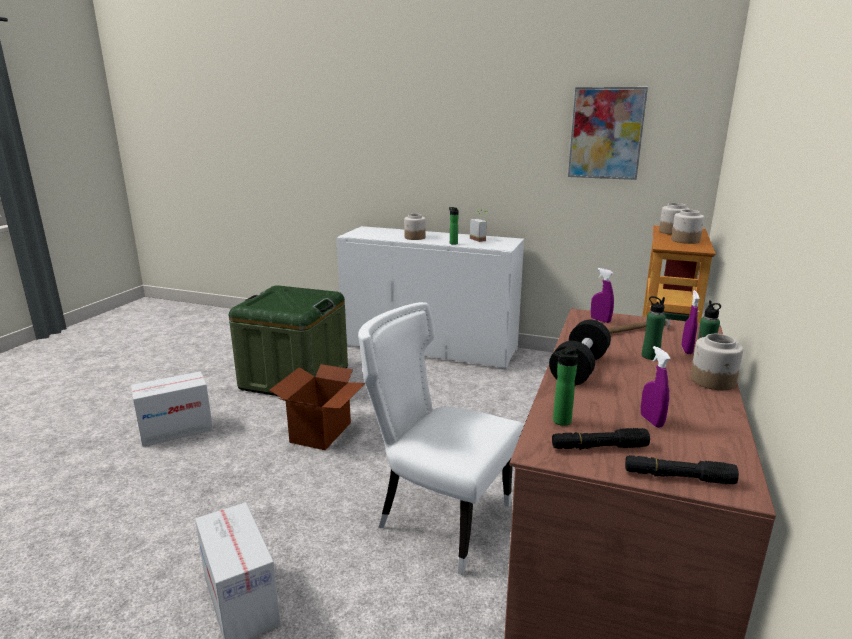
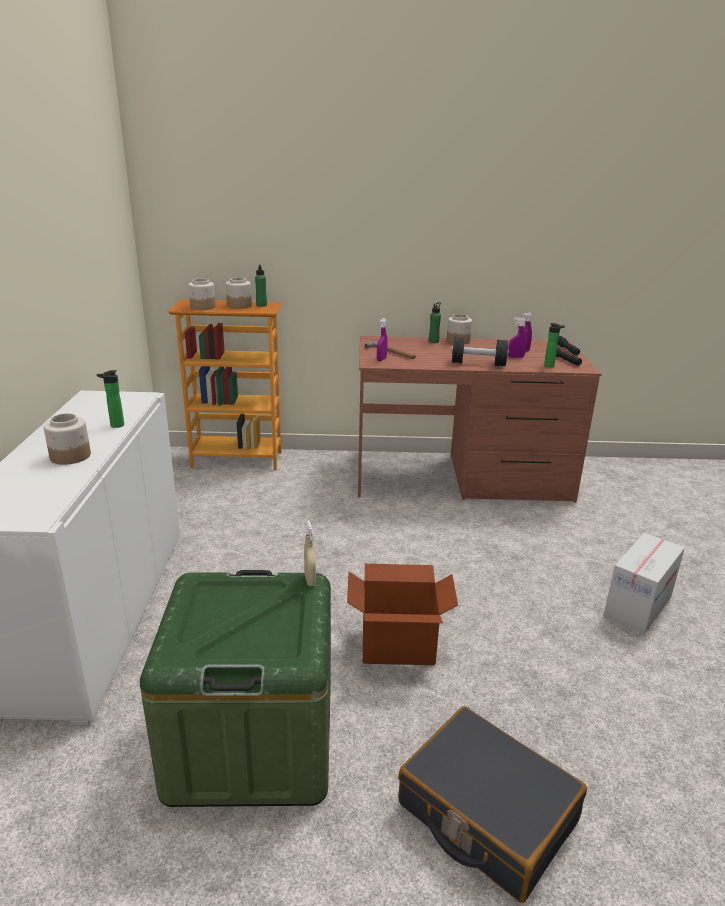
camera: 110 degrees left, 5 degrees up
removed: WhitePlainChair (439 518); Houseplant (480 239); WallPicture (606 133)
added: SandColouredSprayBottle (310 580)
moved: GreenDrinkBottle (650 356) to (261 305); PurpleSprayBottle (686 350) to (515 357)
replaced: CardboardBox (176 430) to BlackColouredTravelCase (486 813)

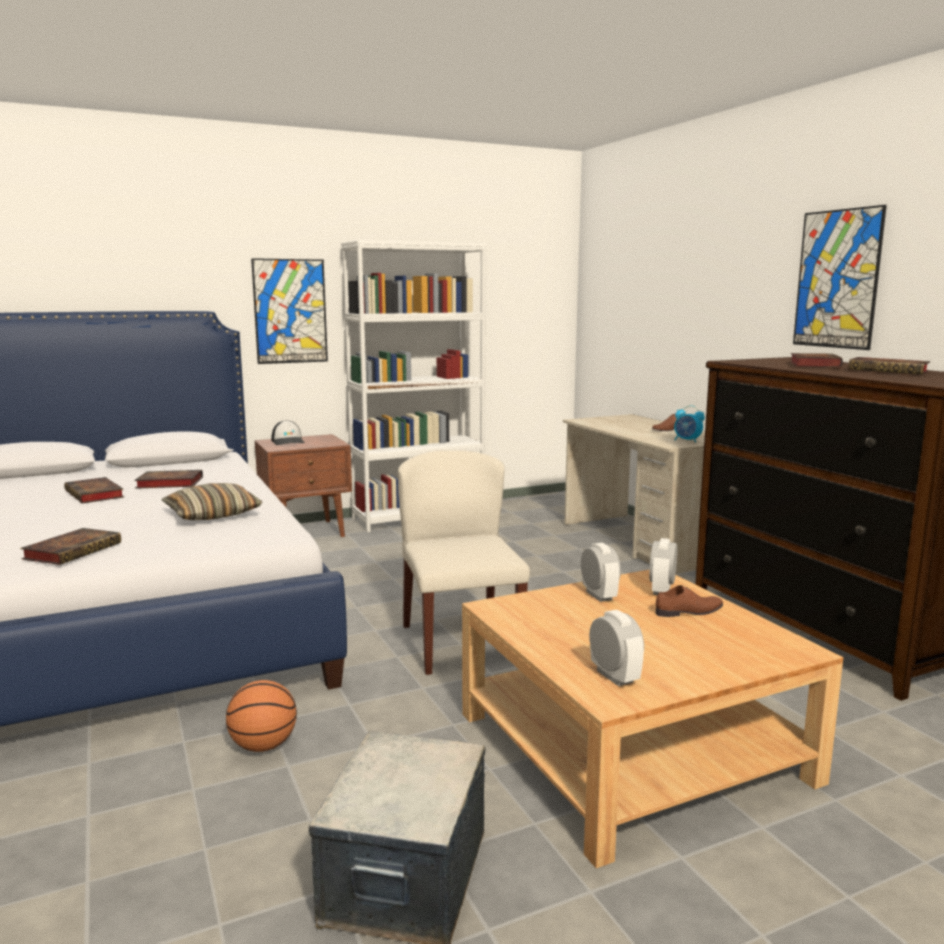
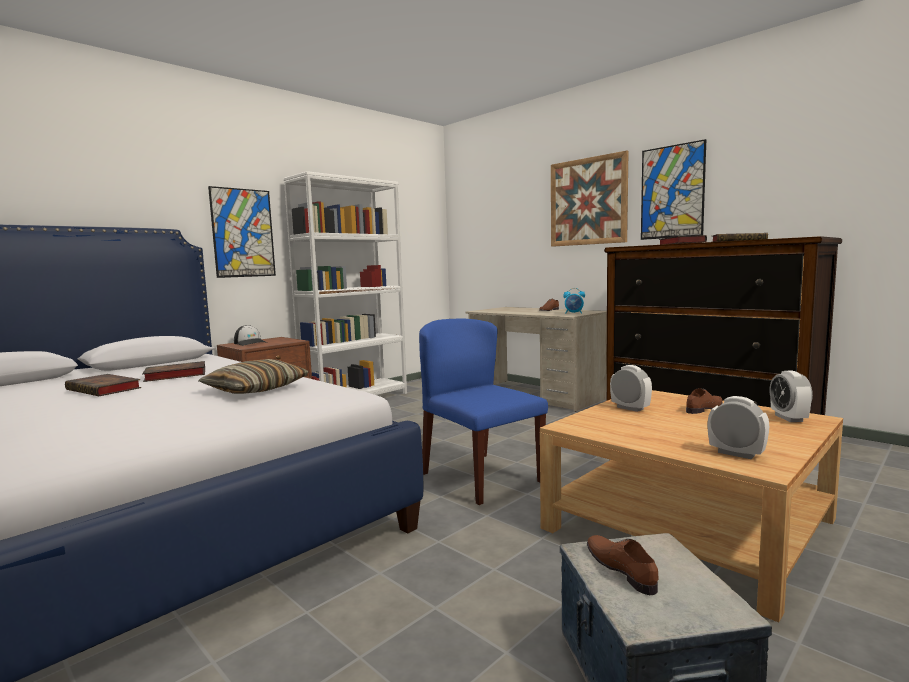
camera: 20 degrees left, 5 degrees down
removed: Volume (74 551); BallForBasketball (263 746)
added: WallPicture (588 201); BrownColouredItemOfFootwear (621 567)
moved: TableClock (662 590) to (788 418)
recoloured: SandColouredPlainChair (460 642) to BluePlainChair (480 477)

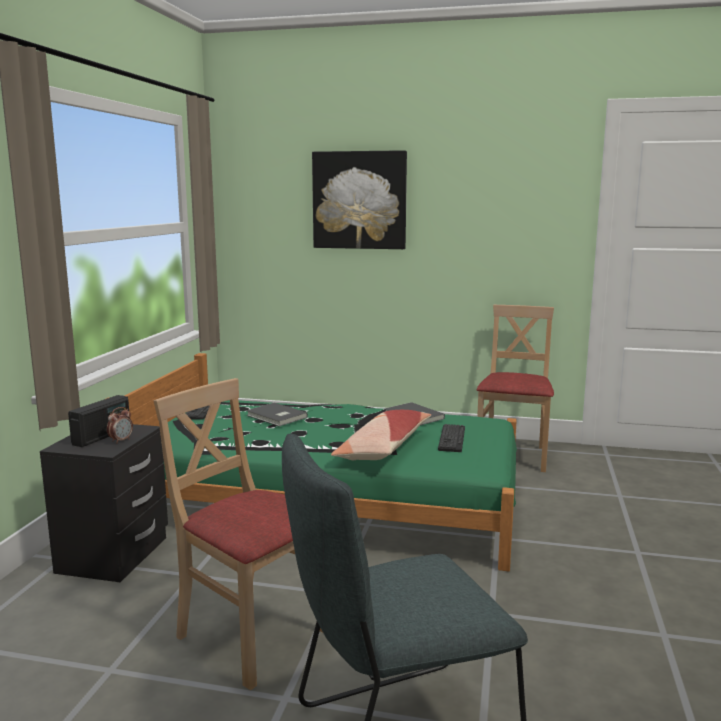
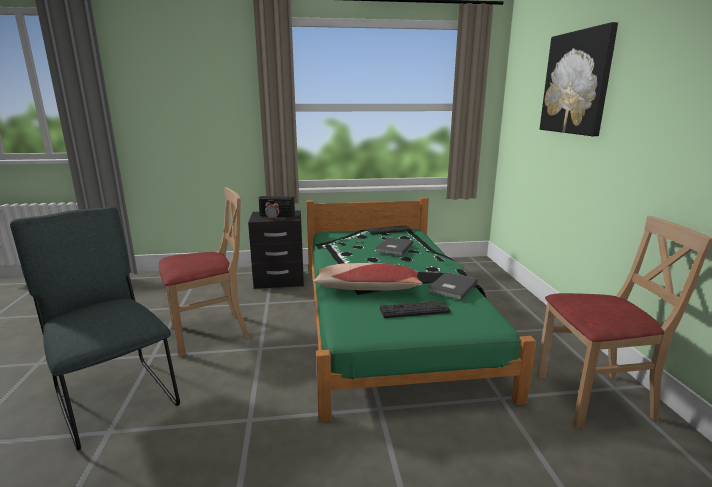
camera: 70 degrees right, 5 degrees up
turned: SandColouredPlainChair (252 635) = (209 333) 45 degrees clockwise

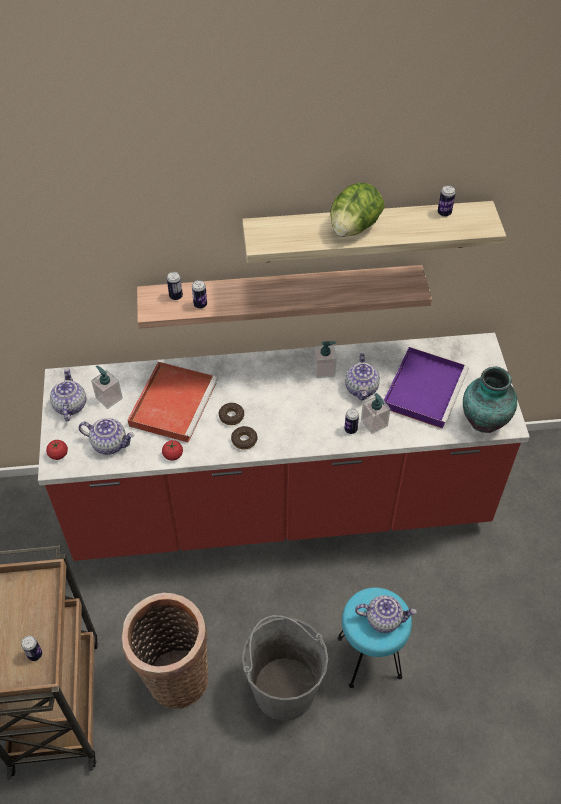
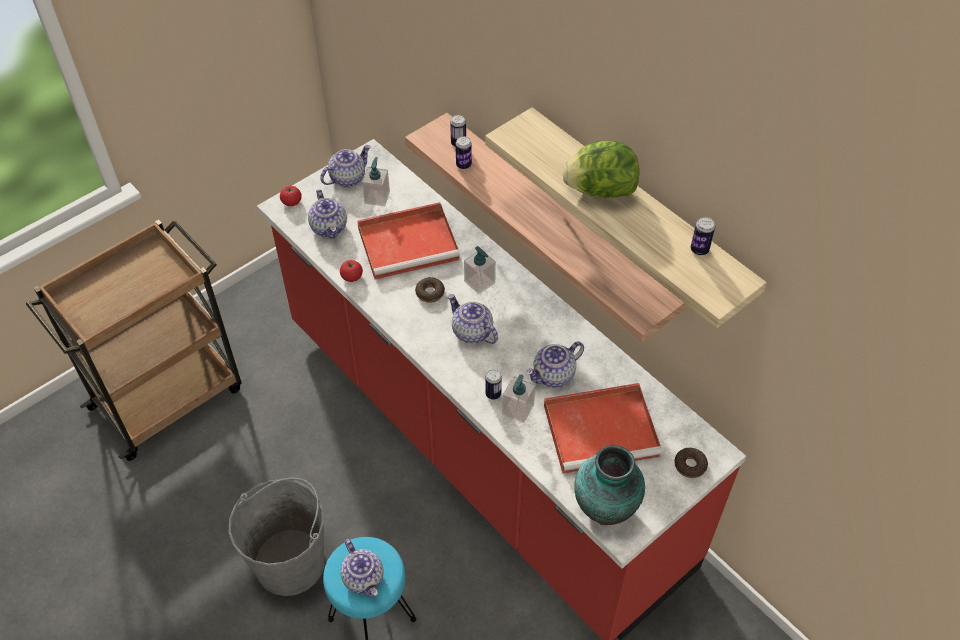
camera: 55 degrees right, 0 degrees up
removed: SealedCan (35 654); HouseholdBasket (174 676)
added: TeaPot (471 332)
moved: SoapBottle (324 370) to (479 282); Doughnut (244 440) to (690 465)
recoloured: PurpleCarryingTray (424 388) to RedColouredCarryingTray (603 429)

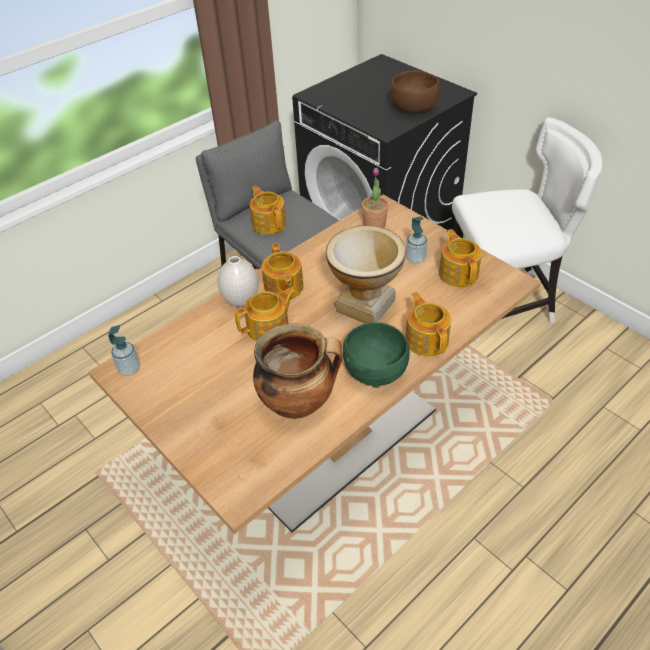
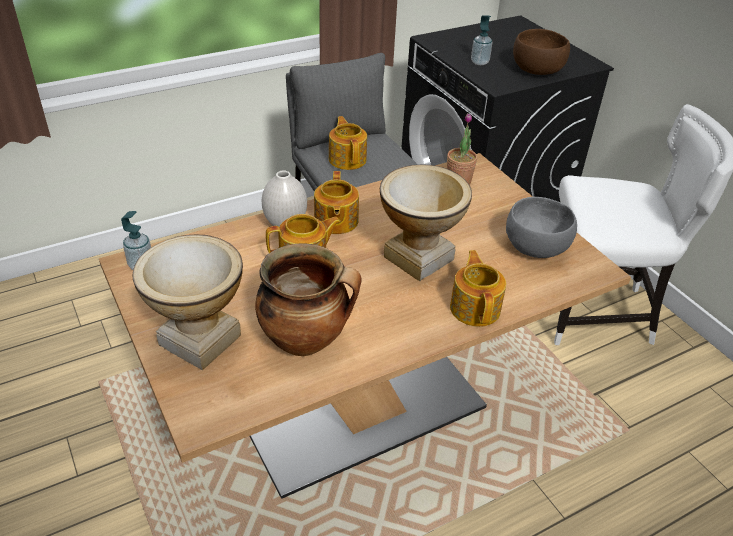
camera: 10 degrees right, 5 degrees down
removed: GreenServingBowl (374 370)
added: FlowerVase (199 340)
moved: SoapBottle (415 259) to (479 62)
replaced: TeaPot (458 273) to GreyServingBowl (536 247)

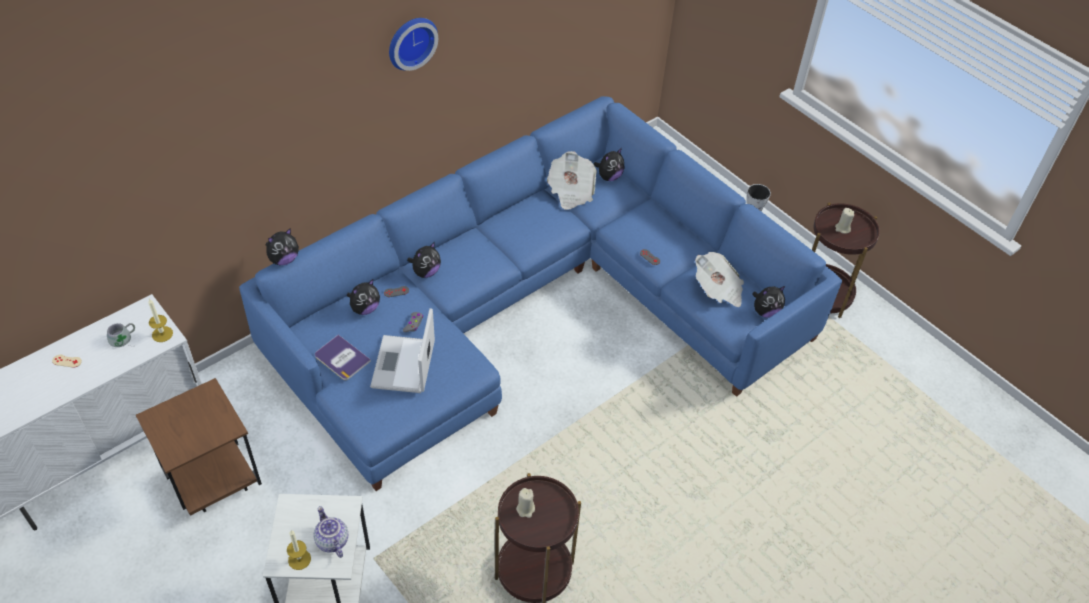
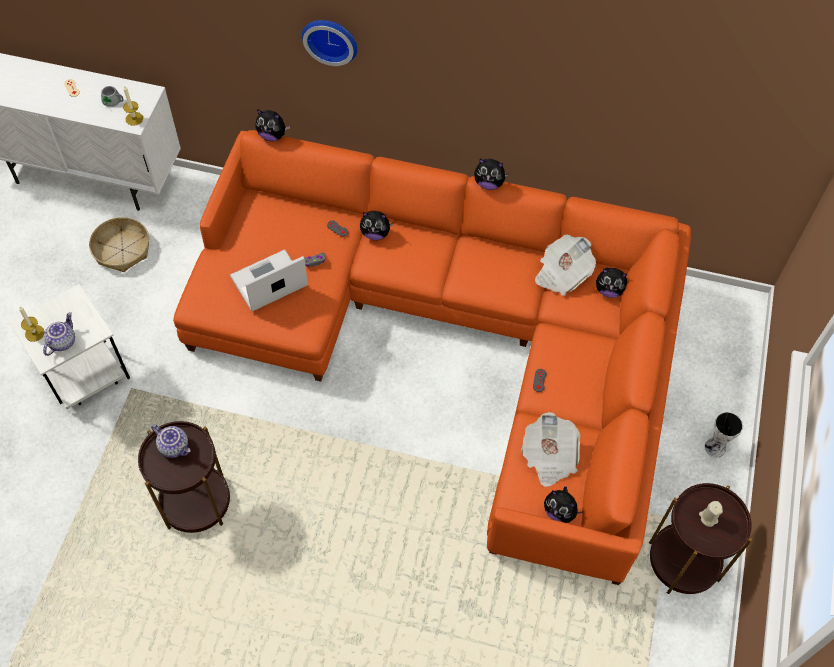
camera: 55 degrees right, 10 degrees up
removed: Volume (342 358)
moved: WallClock (410 41) to (331 39); PlushToy (365 308) to (489 183)
replaced: BrownColouredAccentTable (214 482) to HouseholdBasket (122 250); SandColouredWaxCandle (525 509) to TeaPot (175 446)
recoloured: BlueCouch (532 306) to OrangeColouredCouch (453 335)

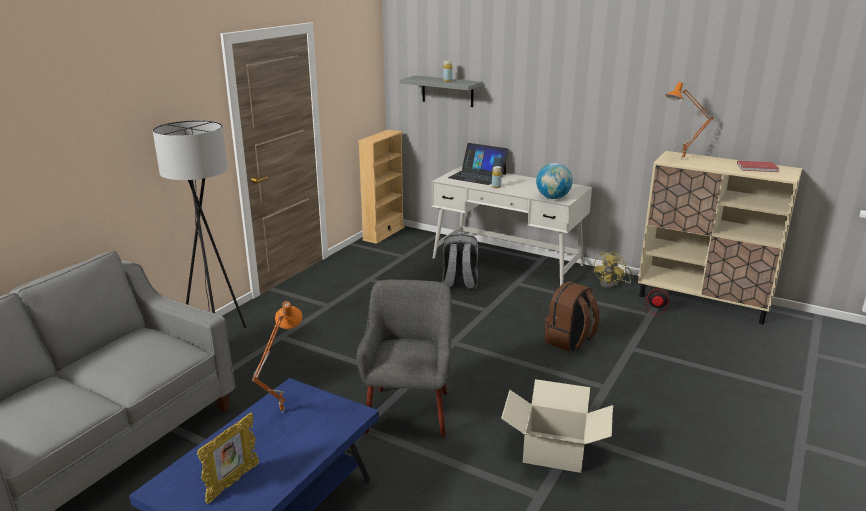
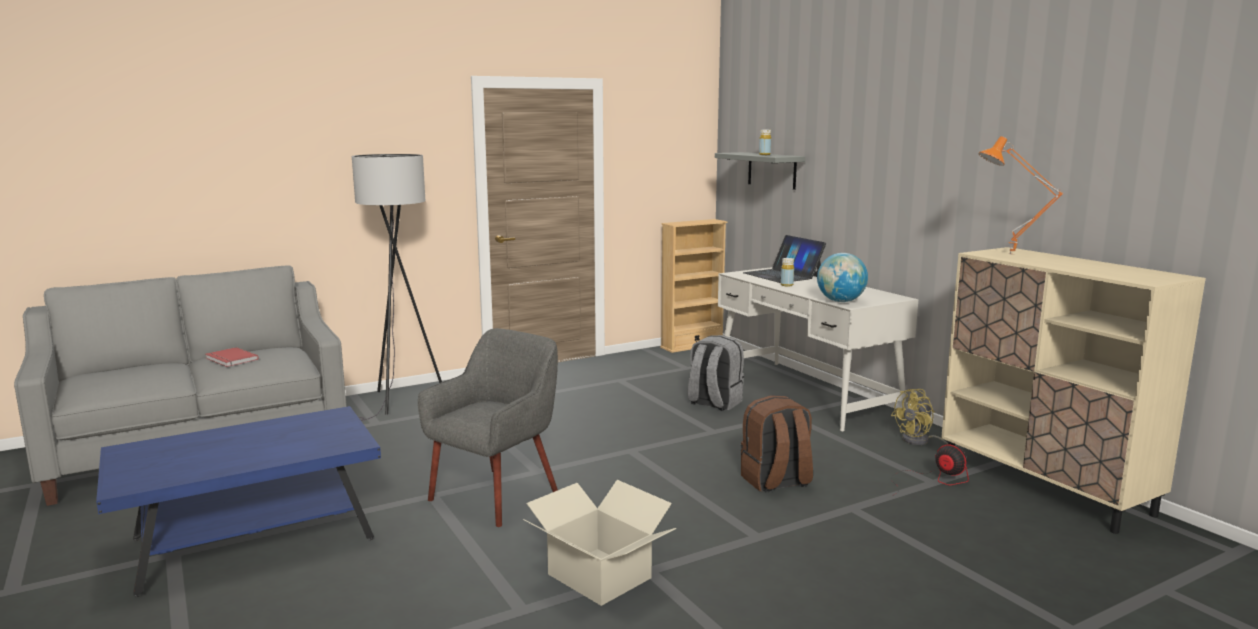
camera: 30 degrees right, 10 degrees down
removed: PictureFrame (232 483); OrangeColouredLampForATable (281 411)
moved: RedColouredVolume (757 168) to (230 359)

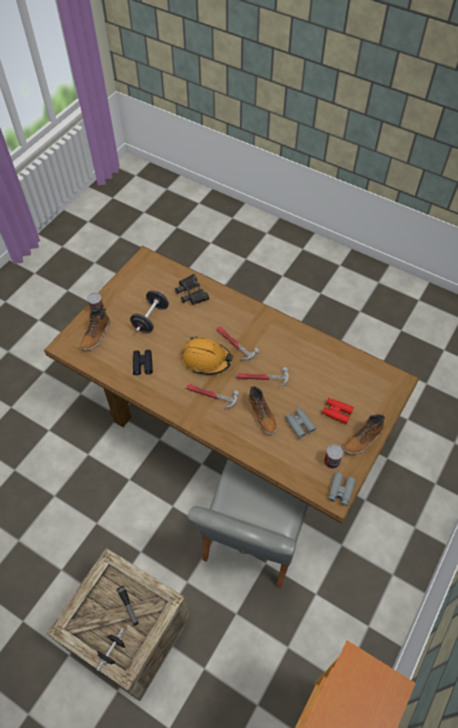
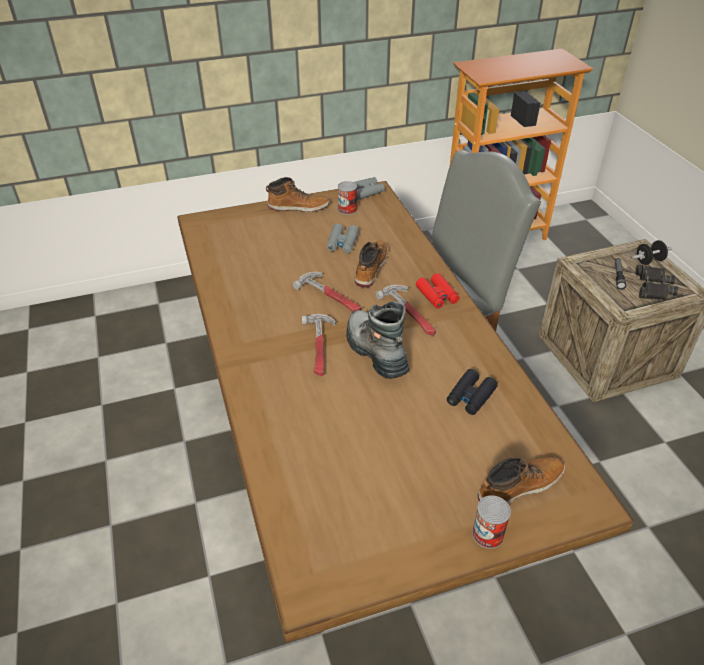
camera: 140 degrees left, 15 degrees down
removed: BlackColouredFreeWeight (150 319)
moved: RedColouredFieldGlasses (336 412) to (437 295); BlackColouredFieldGlasses (192 292) to (653 287)
replaced: OrangeColouredHardHat (206 359) to HighTopBoot (375 352)

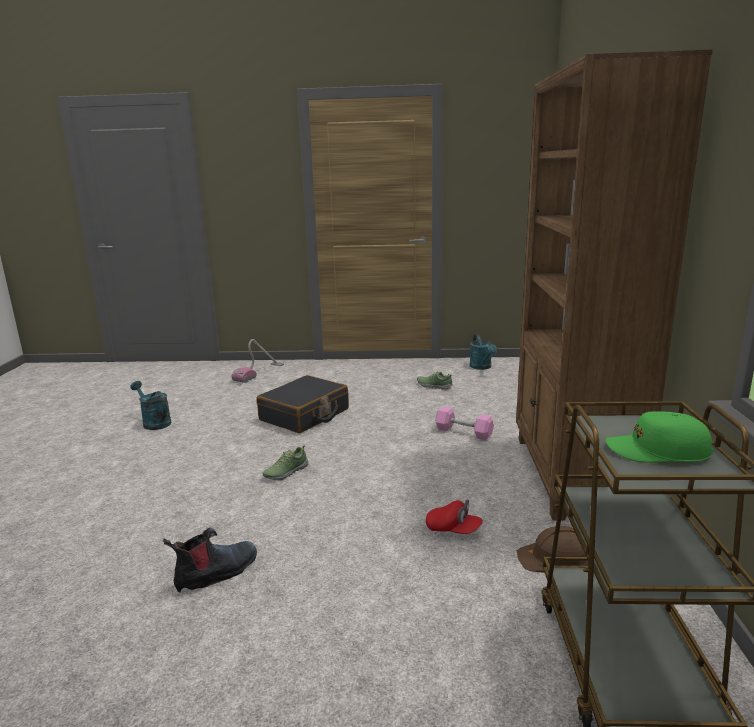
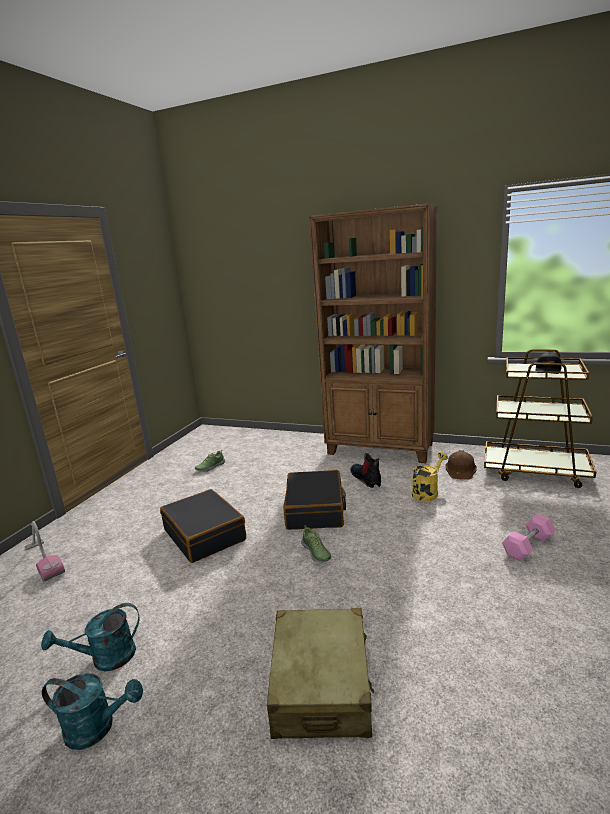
camera: 70 degrees left, 0 degrees up
added: SandColouredTravelCase (321 685); BlackColouredTravelCase (315 510)
moved: BlueGreenWateringPot (482 367) to (98 728); HighTopBoot (216 573) to (366 479); PinkFreeWeight (464 432) to (528 546)
replaced: RedColouredPeakedCap (453 530) to YellowColouredWateringPot (427 492)
recoloured: GreenPeakedCap (657 451) to BlackColouredPeakedCap (548 370)

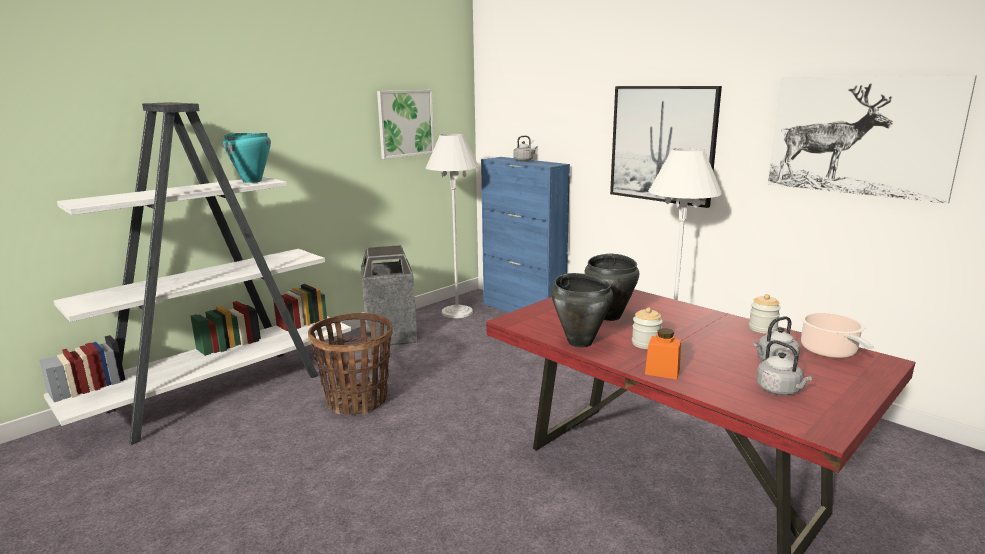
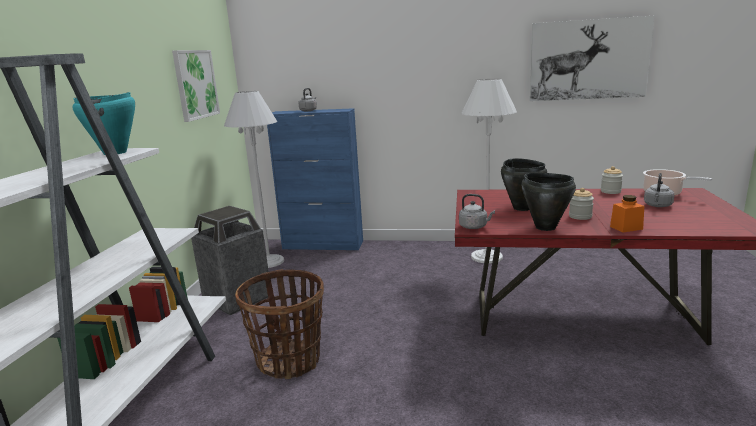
camera: 35 degrees left, 0 degrees up
removed: WallPicture (662 144)
moved: GreyKettle (780 390) to (474 227)

